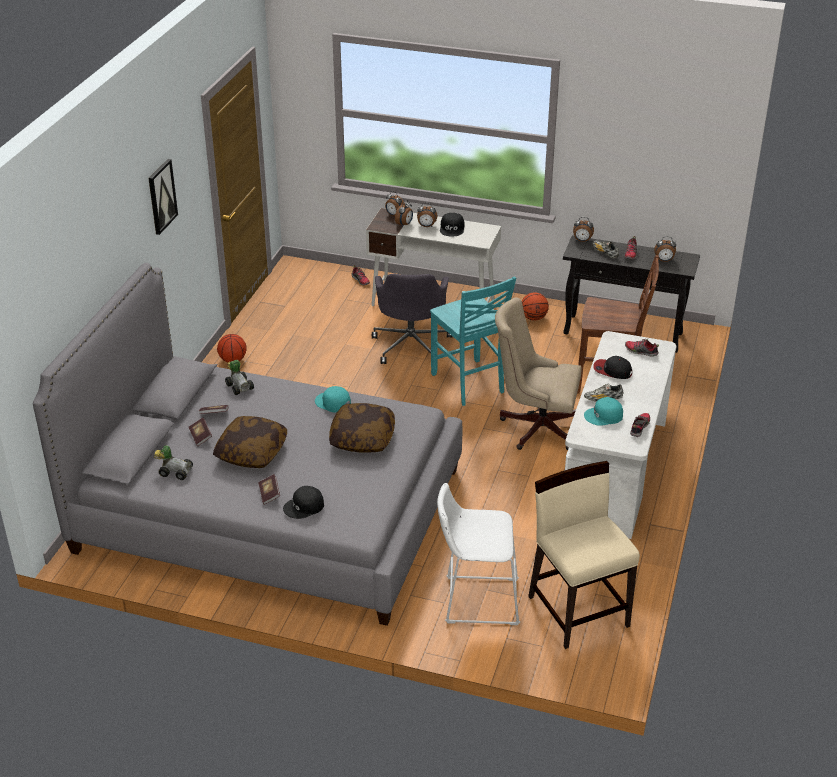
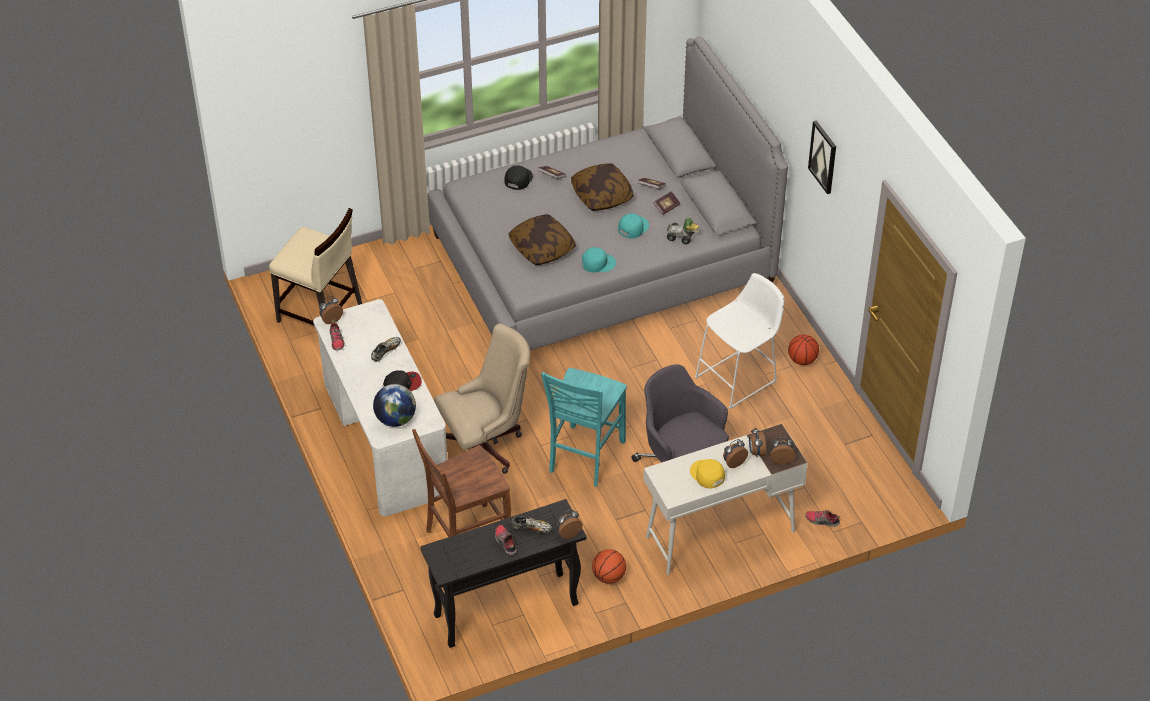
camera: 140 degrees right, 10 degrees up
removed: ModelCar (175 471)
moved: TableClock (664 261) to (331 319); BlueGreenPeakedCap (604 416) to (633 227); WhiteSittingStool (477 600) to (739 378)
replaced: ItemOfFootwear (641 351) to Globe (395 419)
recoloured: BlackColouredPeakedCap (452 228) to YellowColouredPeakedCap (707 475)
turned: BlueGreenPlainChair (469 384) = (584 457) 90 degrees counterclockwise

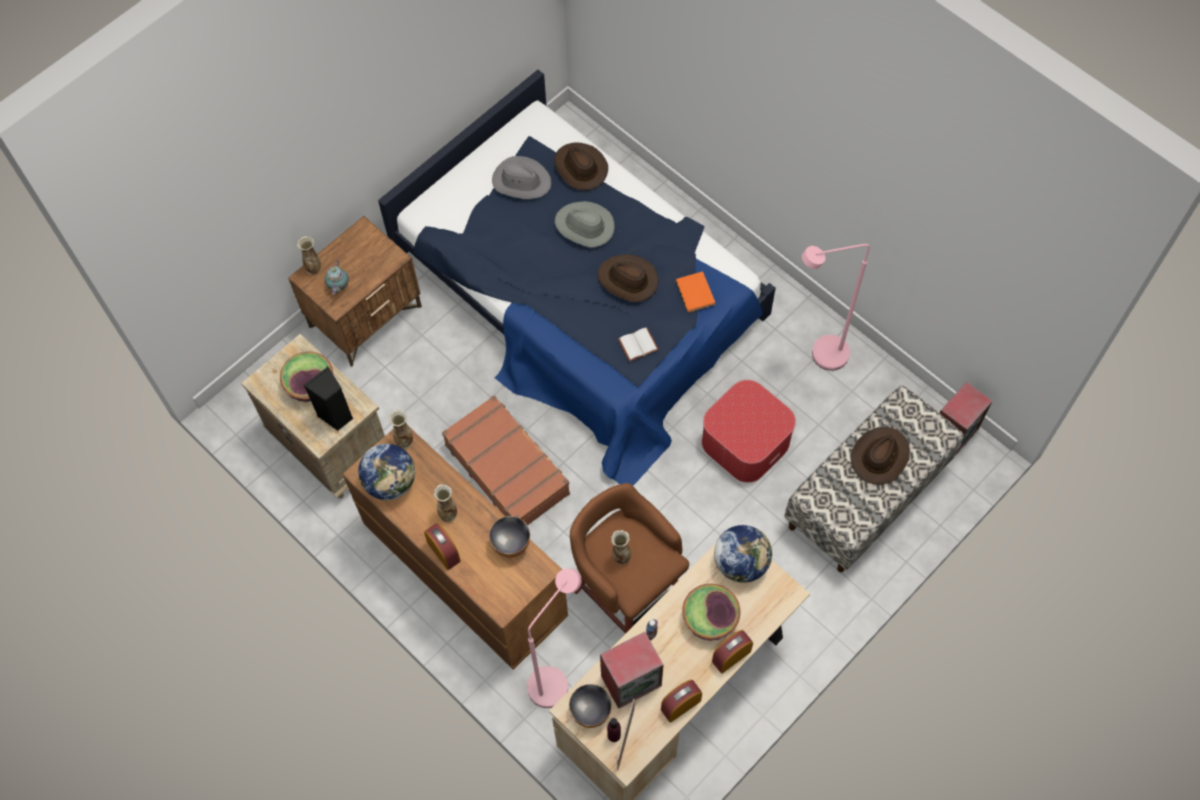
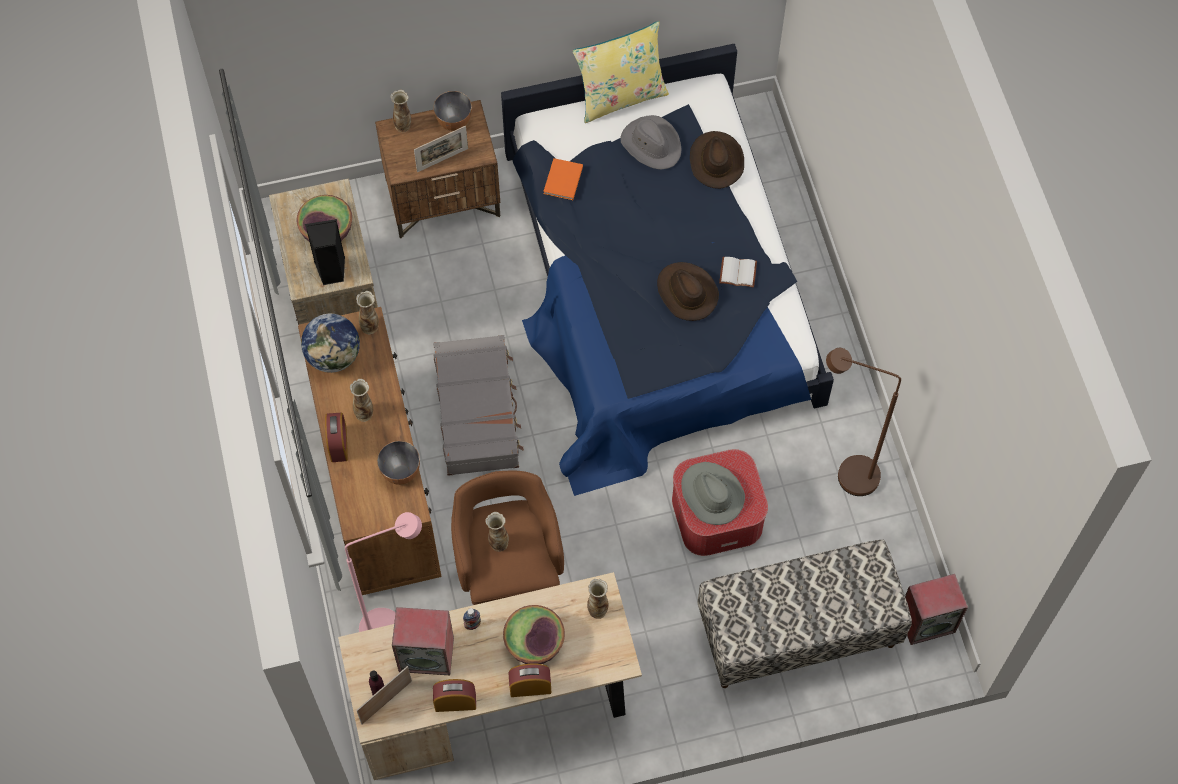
camera: 30 degrees right, 0 degrees up
removed: TeaPot (338 287); BrownColouredClothingHat (880 456)
added: PictureFrame (442 160); YellowColouredThrowPillow (620 96)
moved: ServingBowl (591 712) to (454 122); OrangeColouredVolume (695 294) to (562 181); GreyClothingHat (584 226) to (711 494); WhiteVolume (638 346) to (737 273)
replaced: Globe (741 562) to FlowerVase (597 609)
recoloured: BrownColouredTravelCase (507 468) to GreyTravelCase (478 411); PinkFloorLamp (820 356) to BrownColouredFloorLamp (846 473)

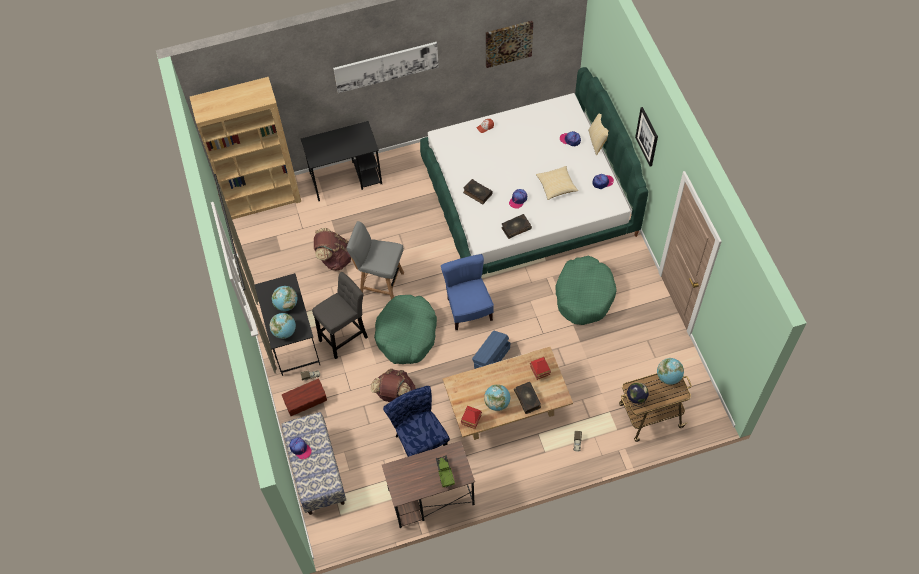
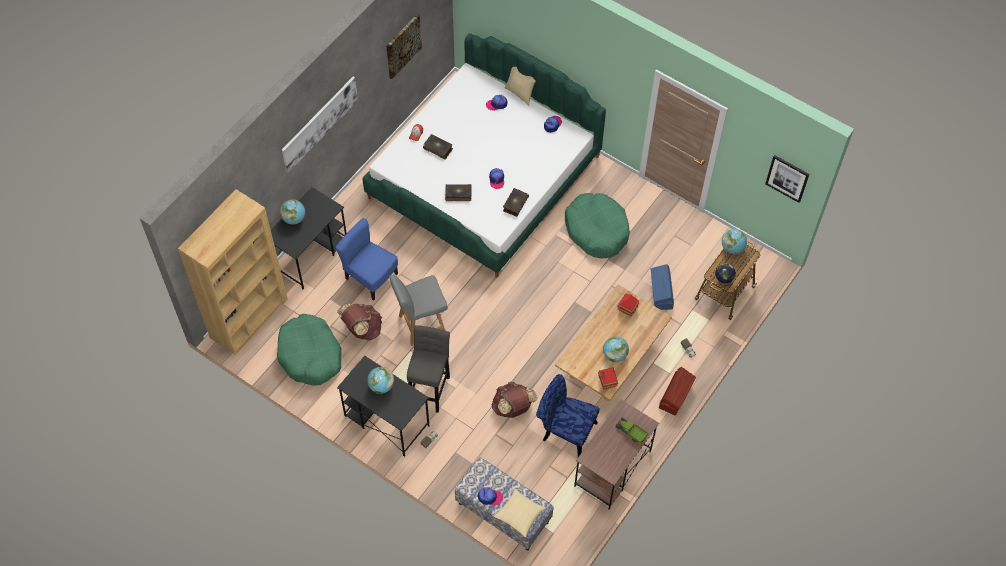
camera: 40 degrees left, 0 degrees up
moved: GreenDogBed (406 334) to (310 355); Globe (284 332) to (294 218); BluePlainChair (468 309) to (370 277); Volume (527 399) to (438 149); ThrowPillow (556 186) to (519 515); BlueStorageBox (491 358) to (661 293); BrownColouredStorageBox (306 401) to (675 395); WallPicture (647 136) to (787 178)

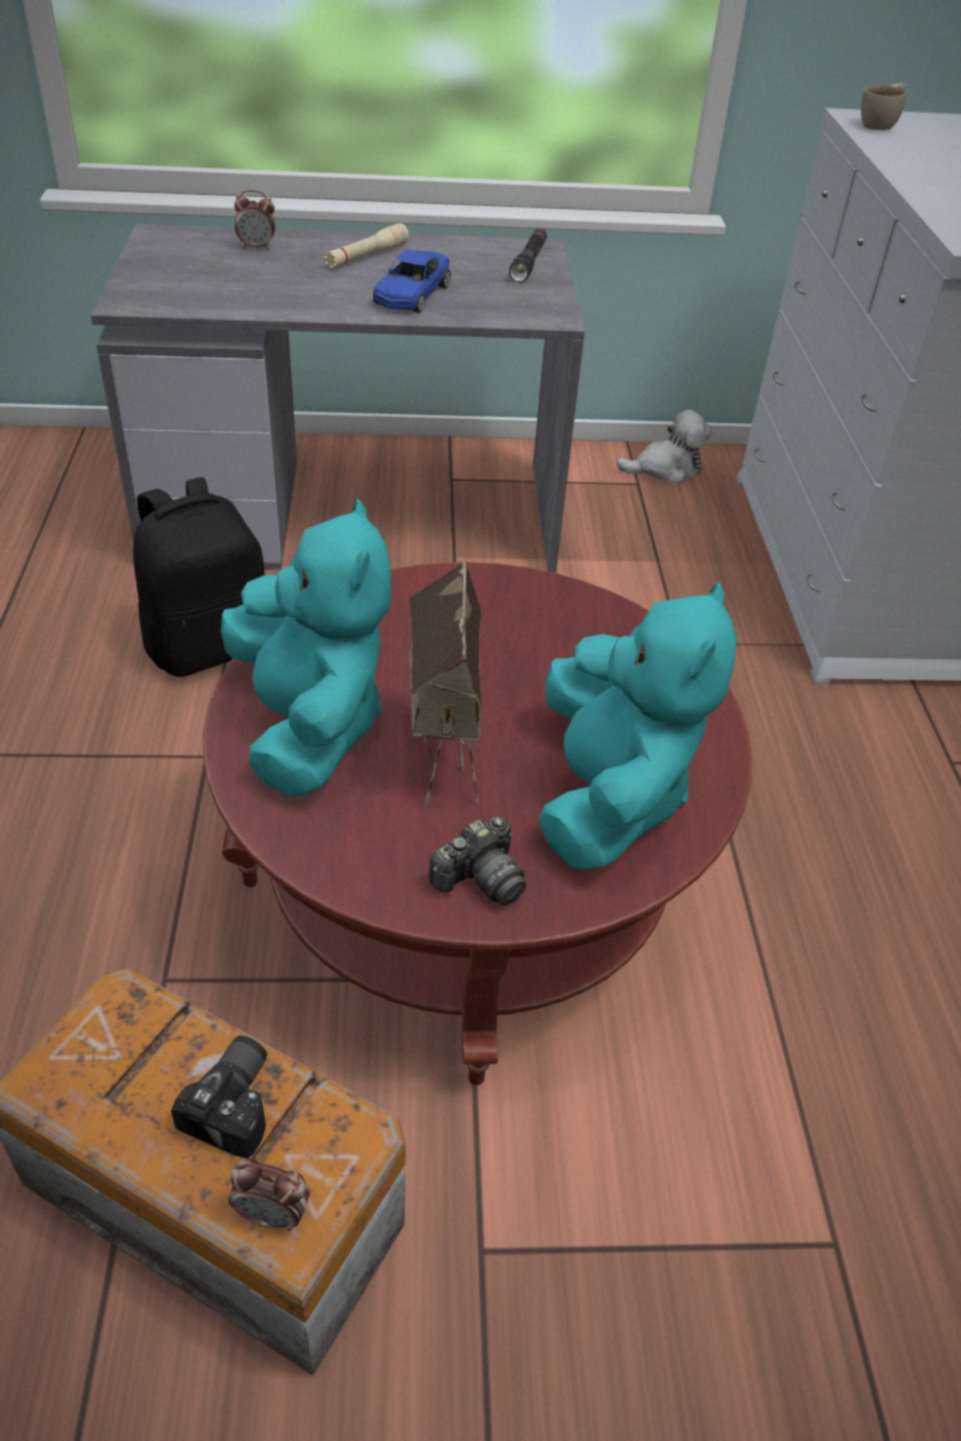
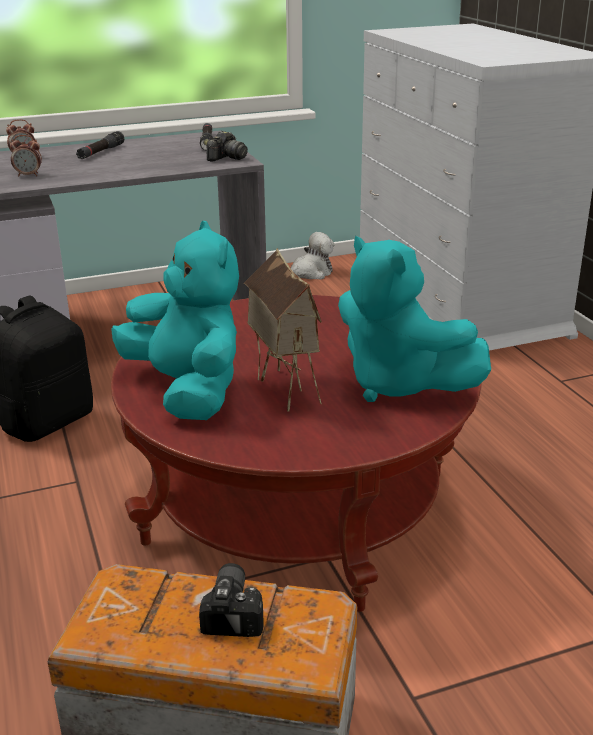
camera: 15 degrees left, 15 degrees down
removed: BlueModelCar (412 294); SandColouredDrinkingCup (881 125)
moved: TableClock (273 1215) to (29 175); PhotoCamera (480 879) to (227 158)
recoloured: SandColouredTorch (366 256) to BlackColouredTorch (101 152)
turned: BlueGreenPlushToy (609 797) = (399 384) 150 degrees clockwise

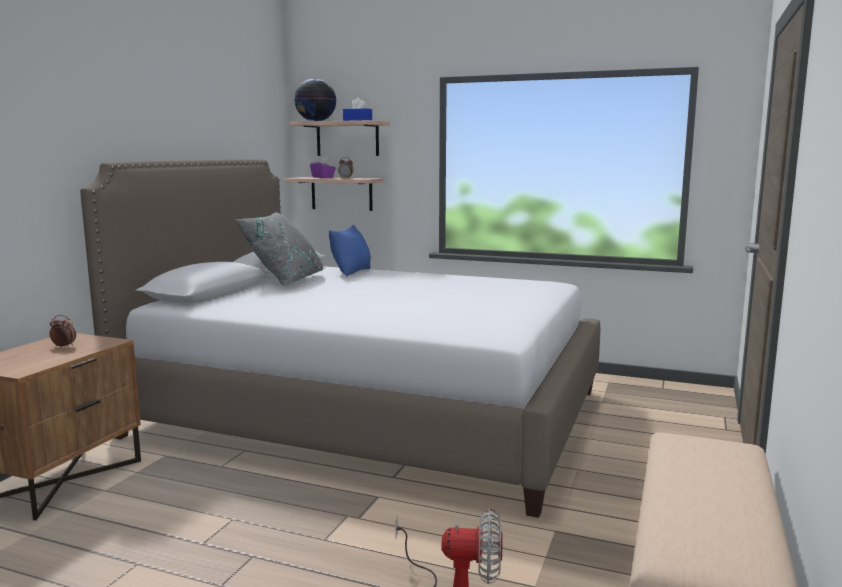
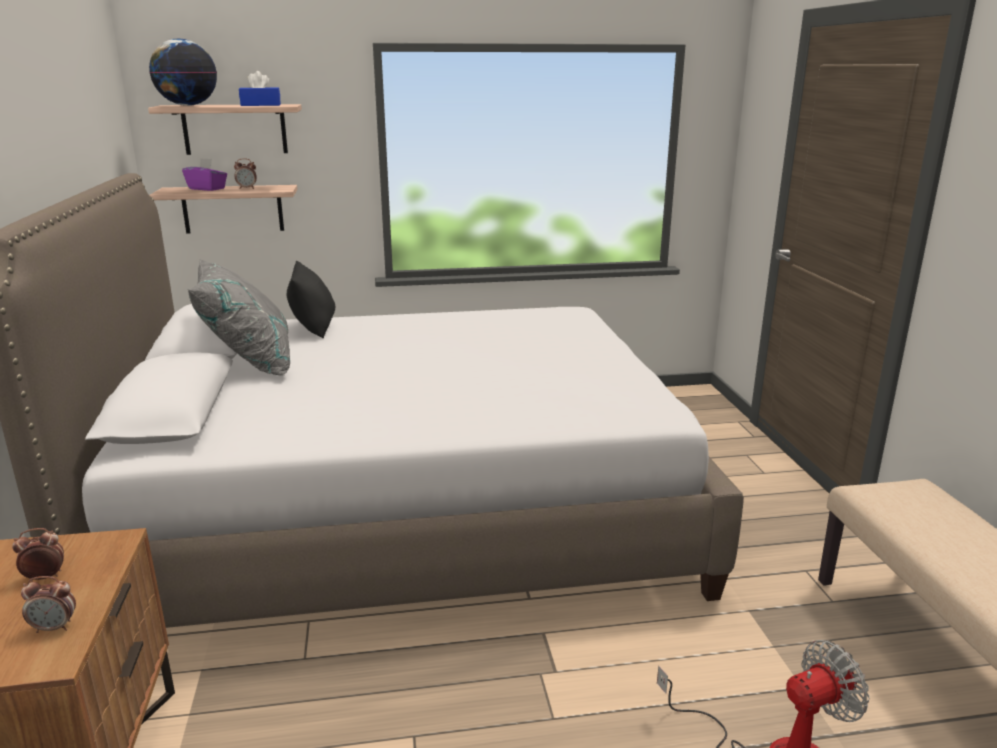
camera: 30 degrees left, 10 degrees up
added: TableClock (55 627)
recoloured: BlueThrowPillow (351 272) to BlackColouredThrowPillow (313 328)

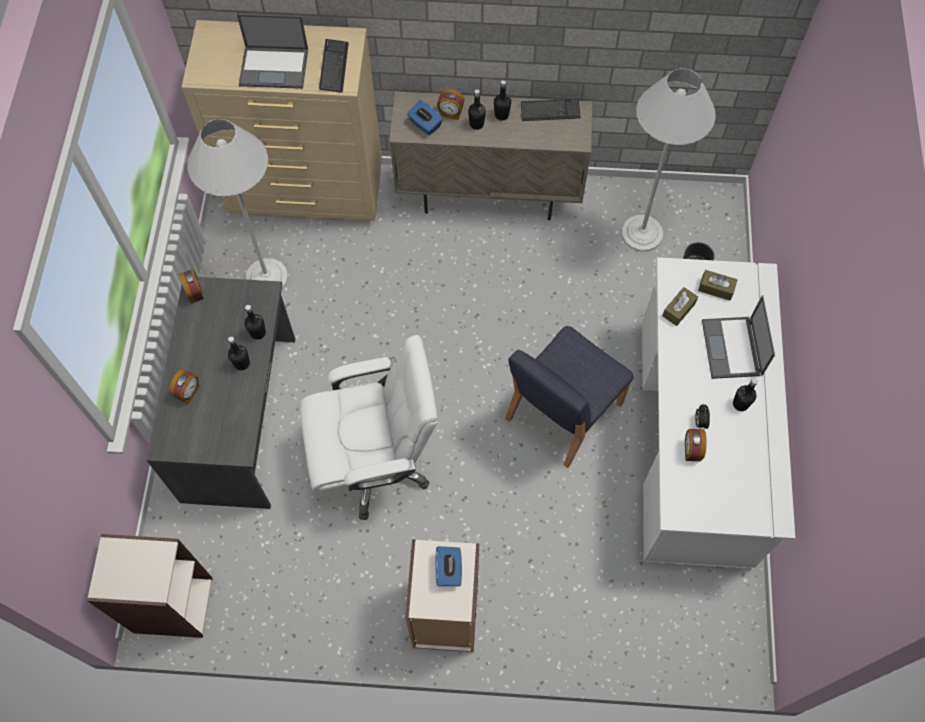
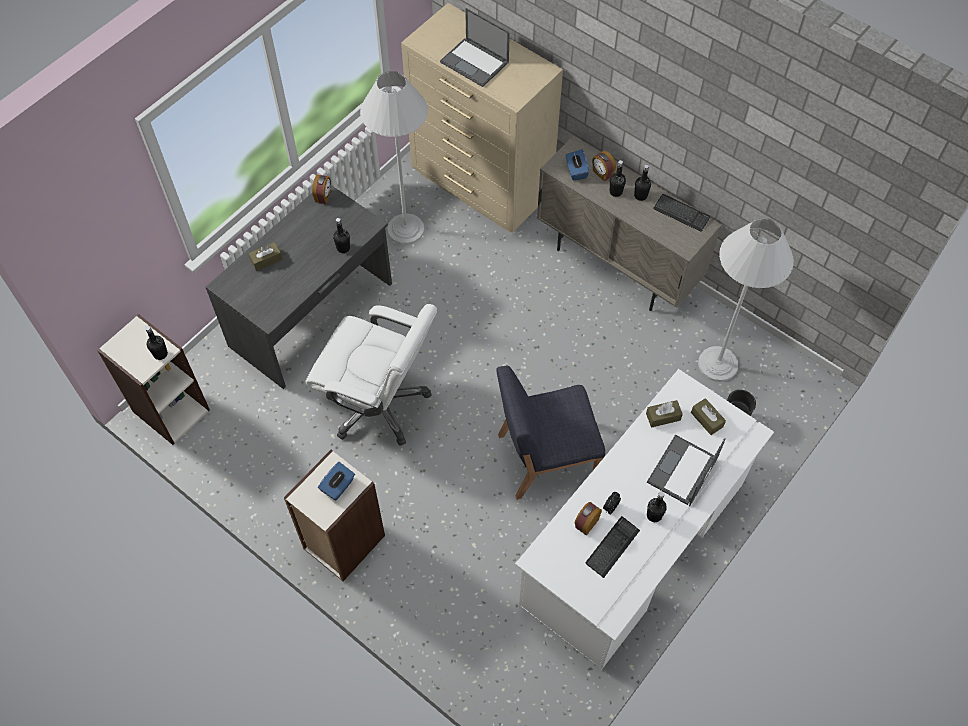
camera: 35 degrees right, 5 degrees down
moved: BlackColouredDrinkBottle (242 363) to (160 354); ComputerKeyboard (334 67) to (612 547)
replaced: TableClock (188 392) to BrownColouredTissueHolder (266 260)

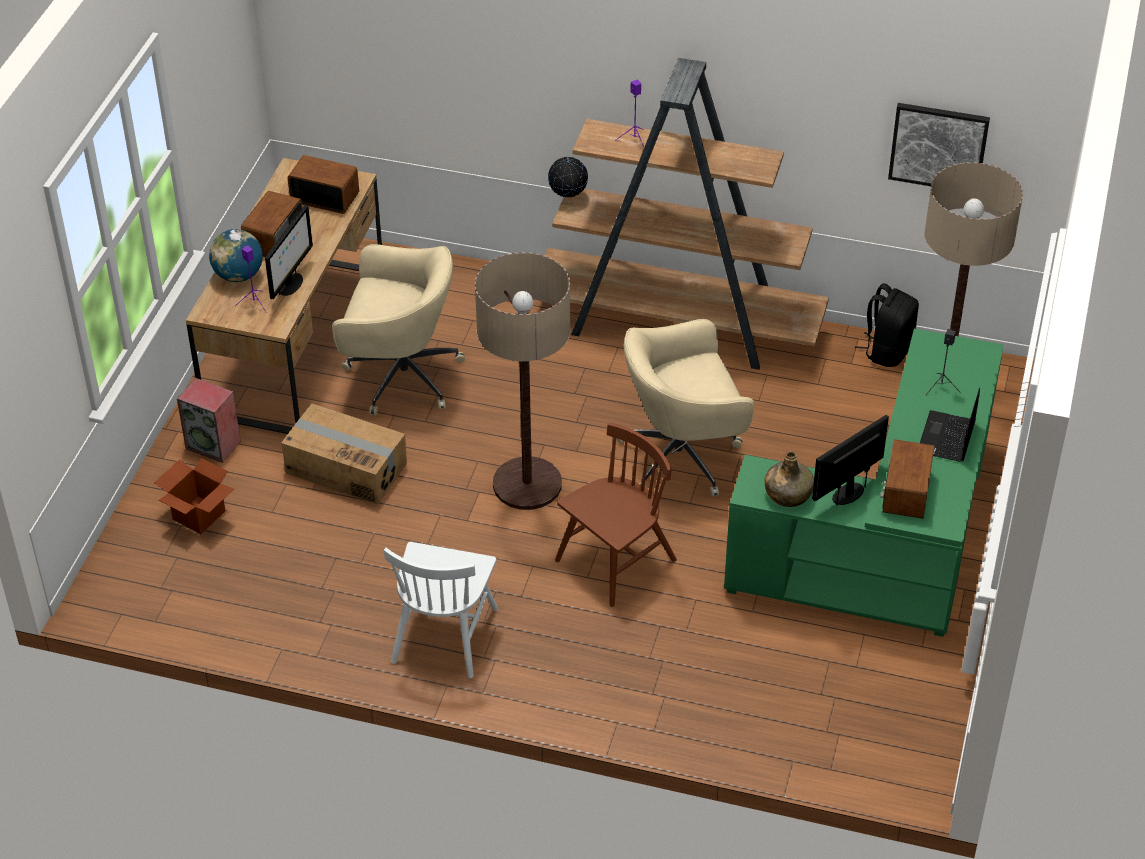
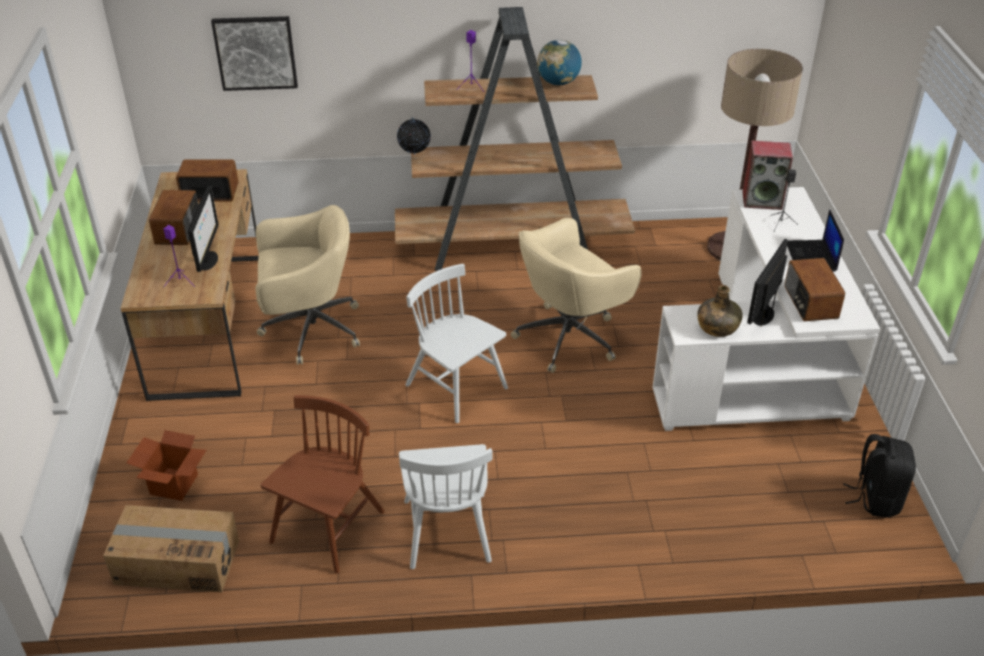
camera: 20 degrees left, 5 degrees down
moved: CardboardBox (346 468) to (177 561); WallPicture (938 146) to (255 53); BrownColouredPlainChair (615 561) to (328 528); Globe (238 276) to (558 83); Speaker (214 445) to (762 200); BlackColouredKnapsack (887 351) to (875 498)
replaced: FloorLamp (527 484) to WhitePlainChair (456 387)
recoloured: GreenDeskUnit (888 542) to WhiteDeskUnit (762 361)

